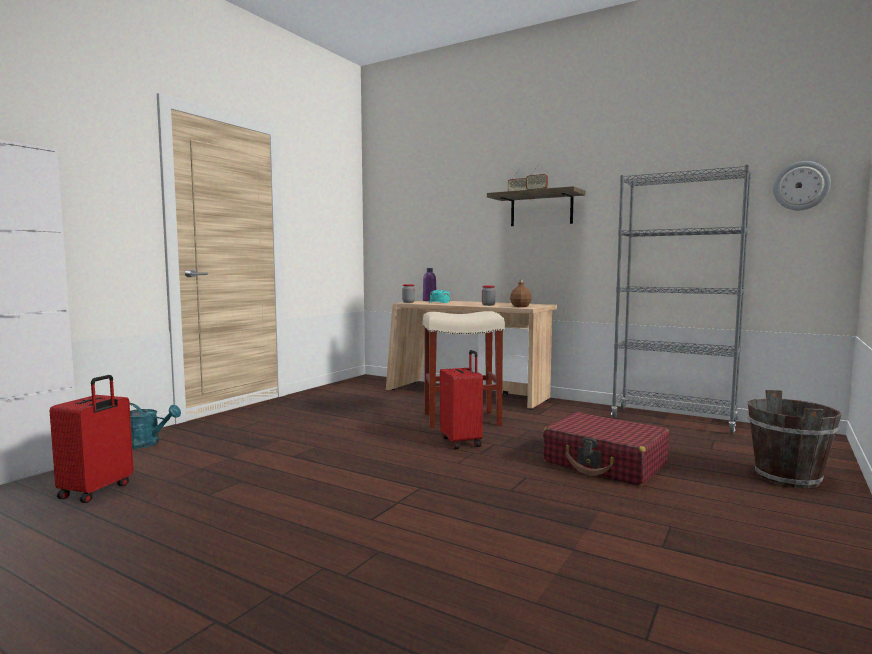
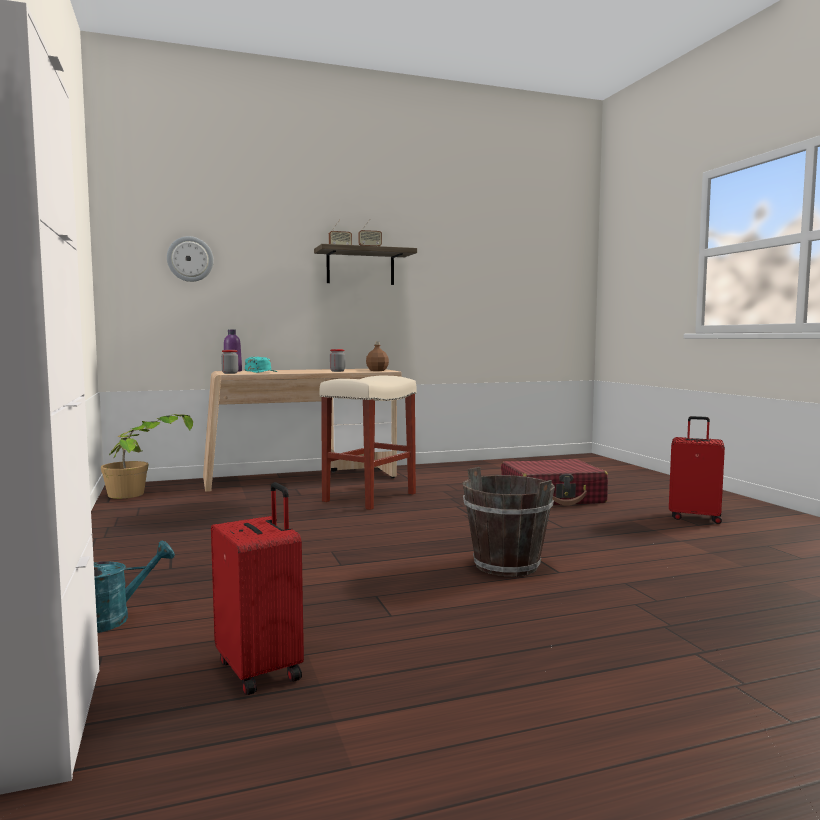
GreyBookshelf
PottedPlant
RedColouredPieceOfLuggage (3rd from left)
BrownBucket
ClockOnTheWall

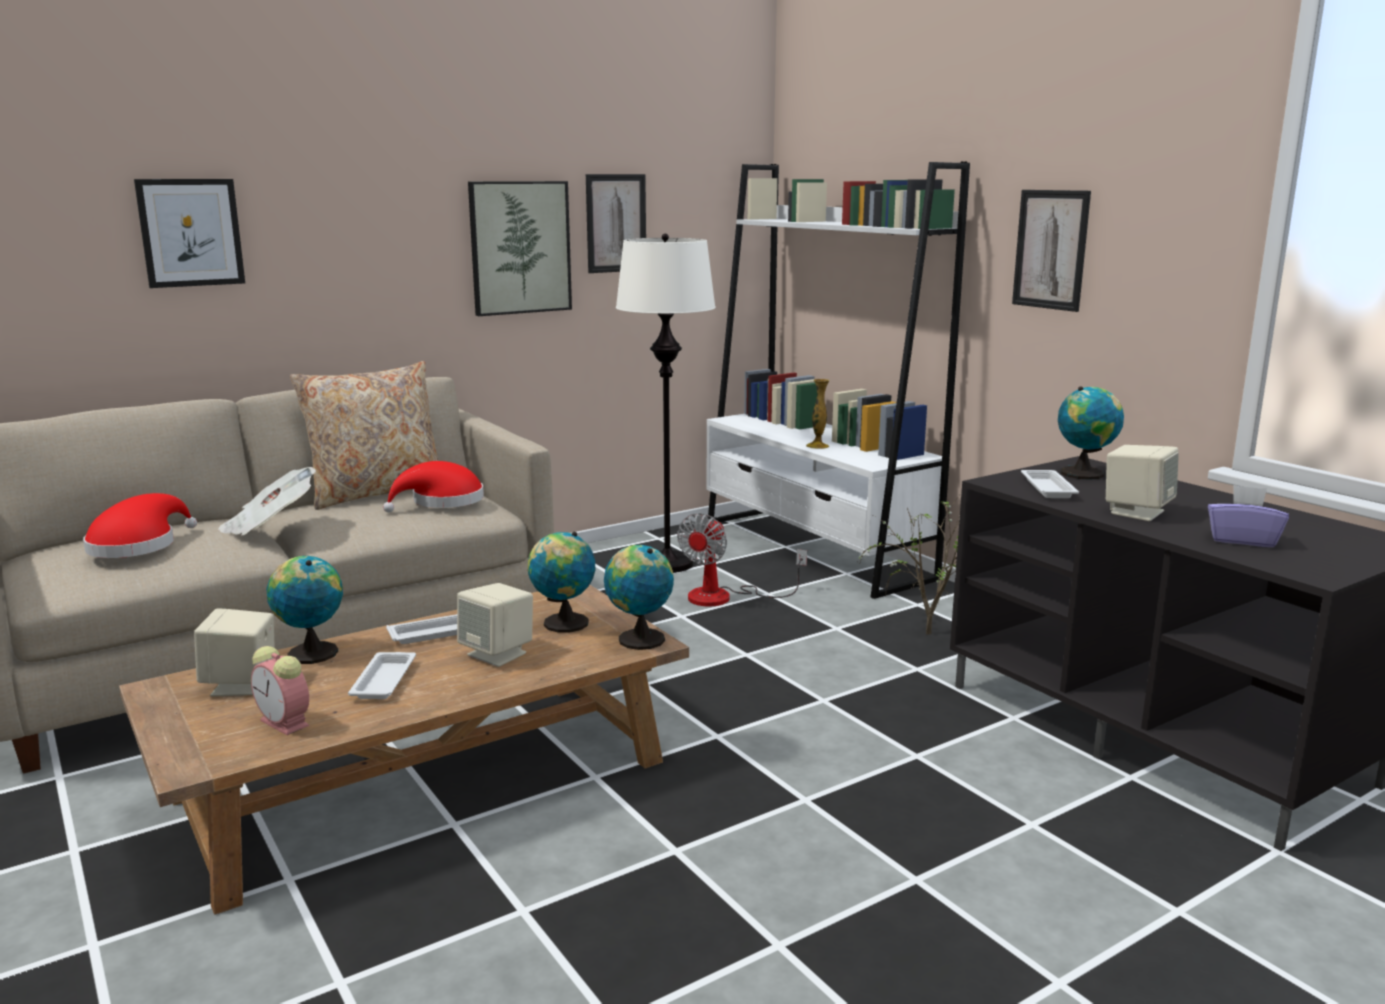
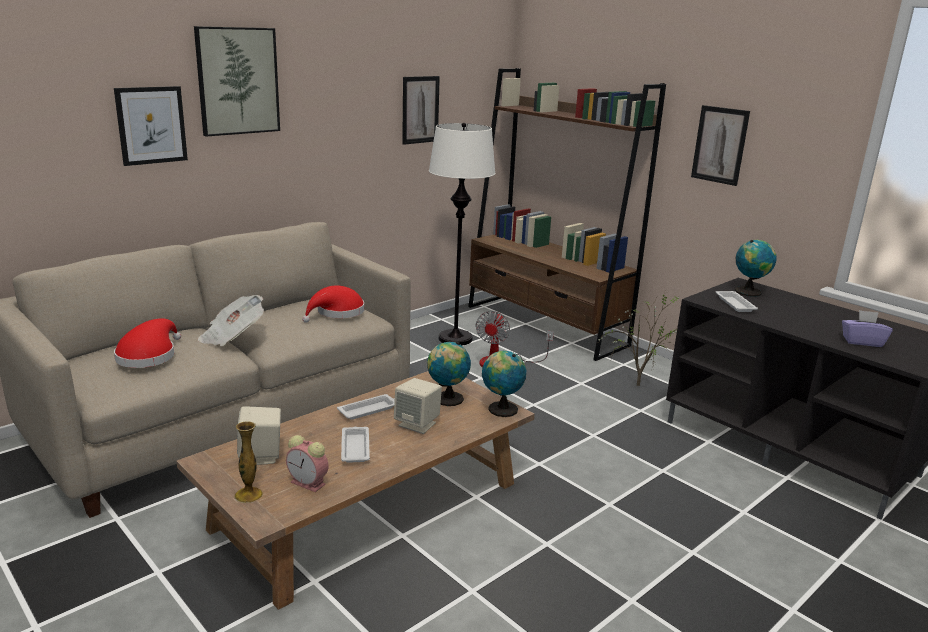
Globe (1st from left in the first image)
BeigePillow
BeigeAudioSpeaker (3rd from left in the first image)
Picture (2nd from left)
FlowerVase
BrownBookshelf

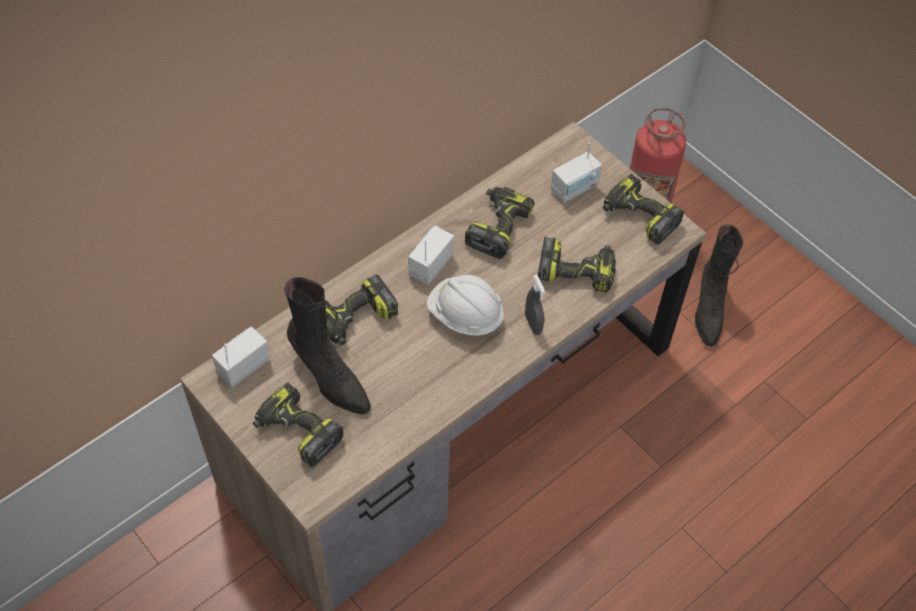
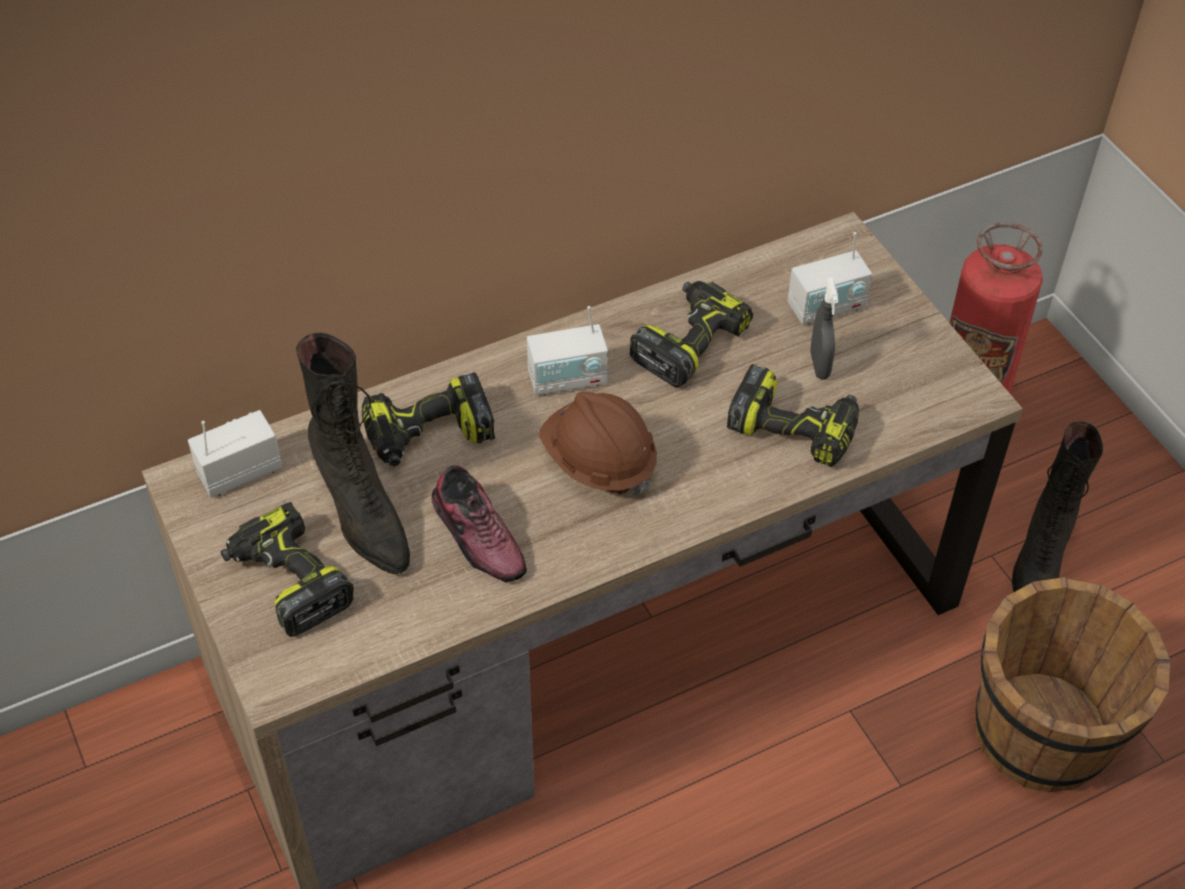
PowerDrill (5th from left in the first image)
Shoe
BrownBucket
GreySprayer
BrownSafetyHelmet
RadioReceiver (2nd from left)

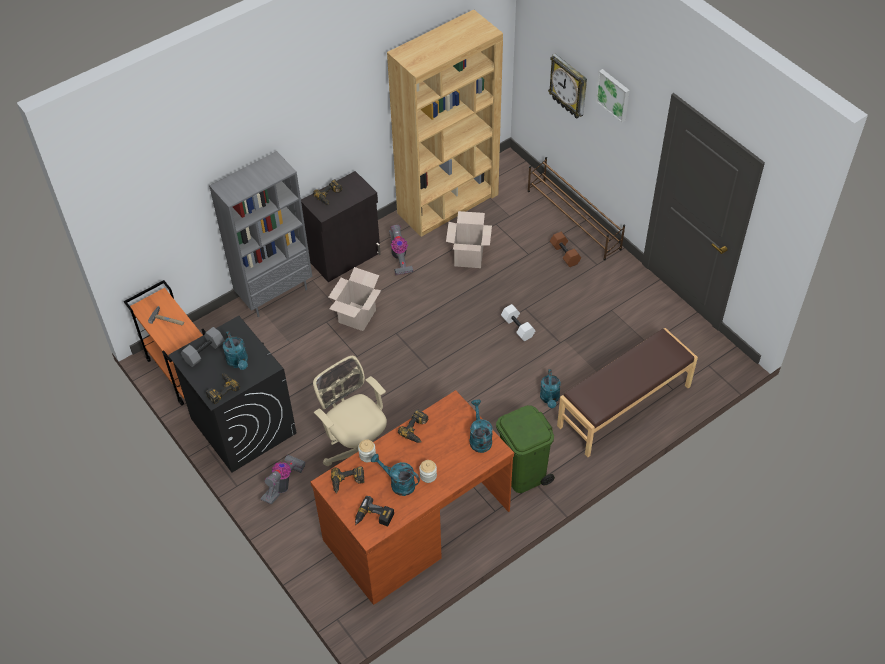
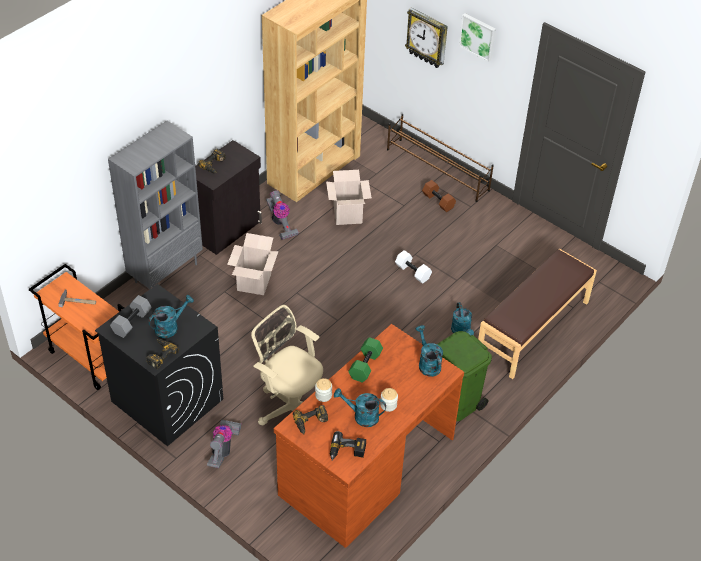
GreenishDumbbell
TurquoiseWateringPot (1st from left)

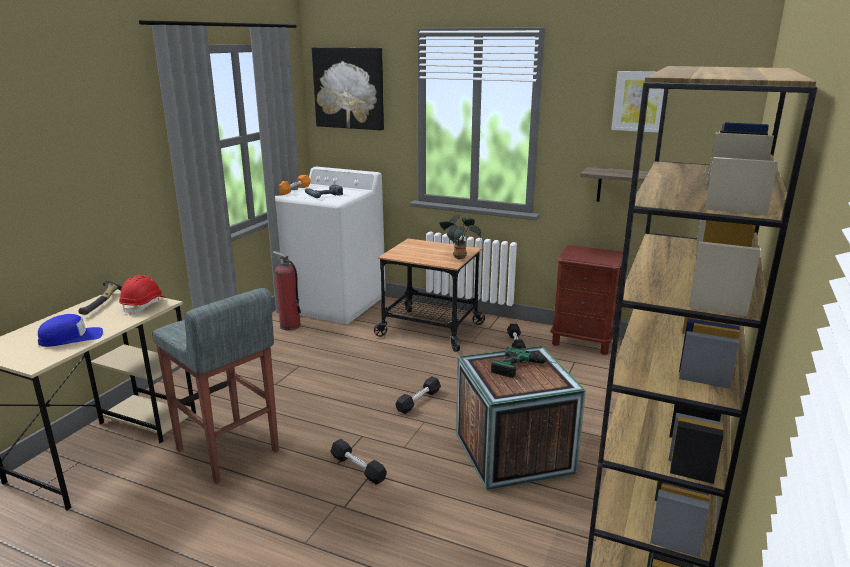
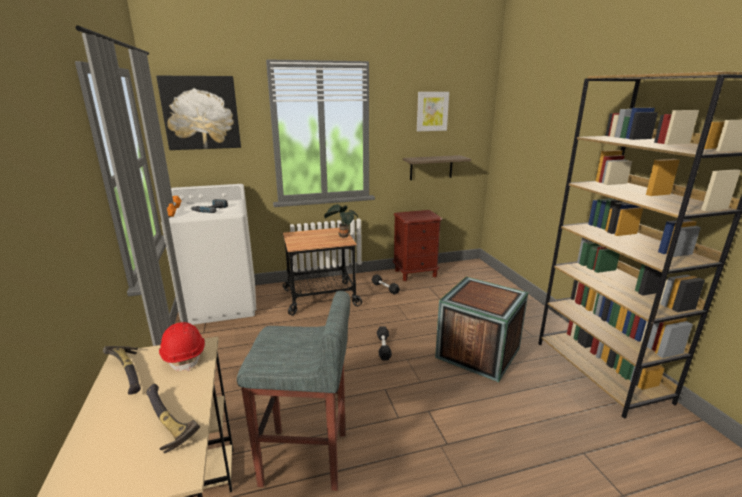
FireFightingCylinder
BlackDumbbell (1st from left in the first image)
PowerDrill (2nd from left in the first image)
HandHammer (2nd from left)

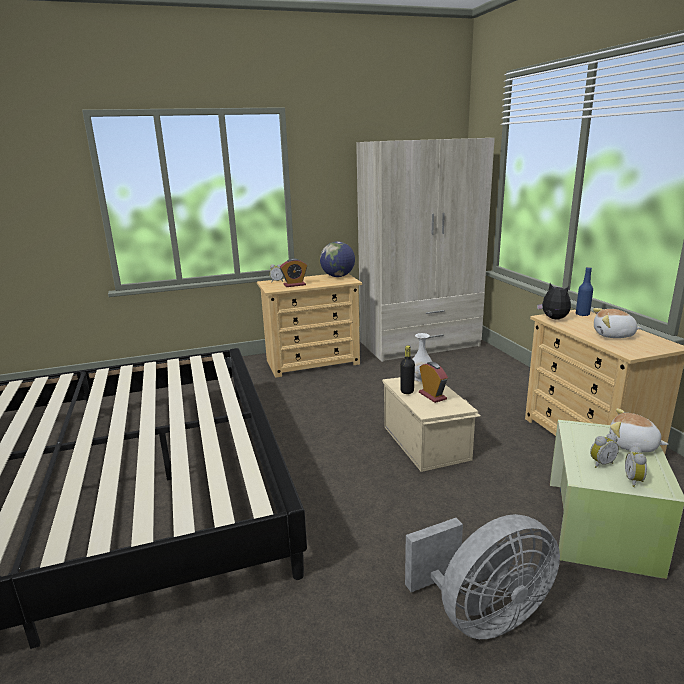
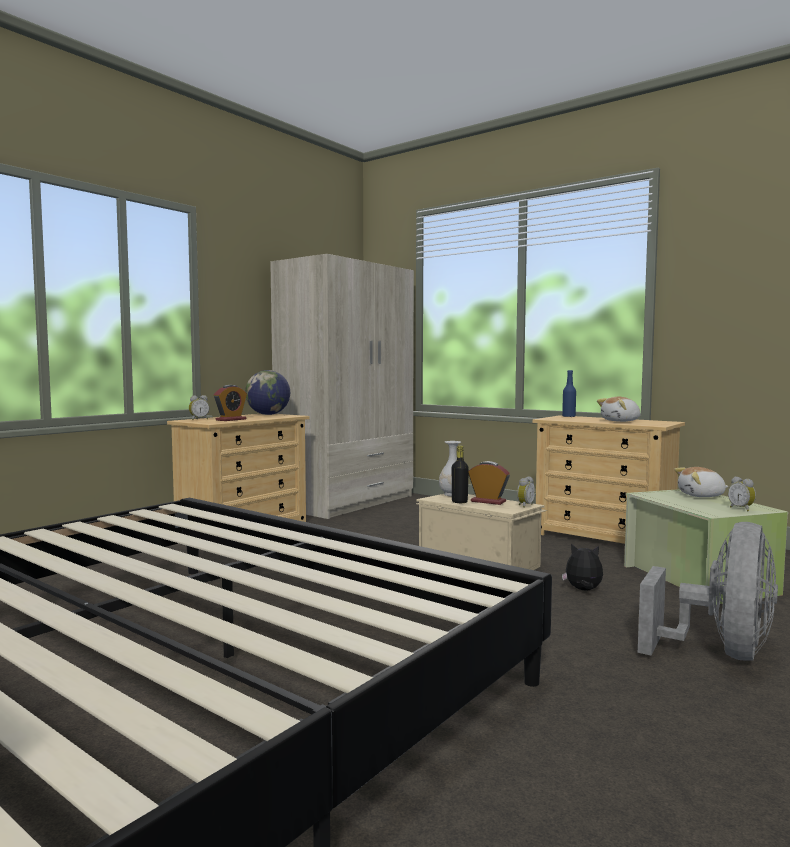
PlushToy (1st from left)
TableClock (4th from left)

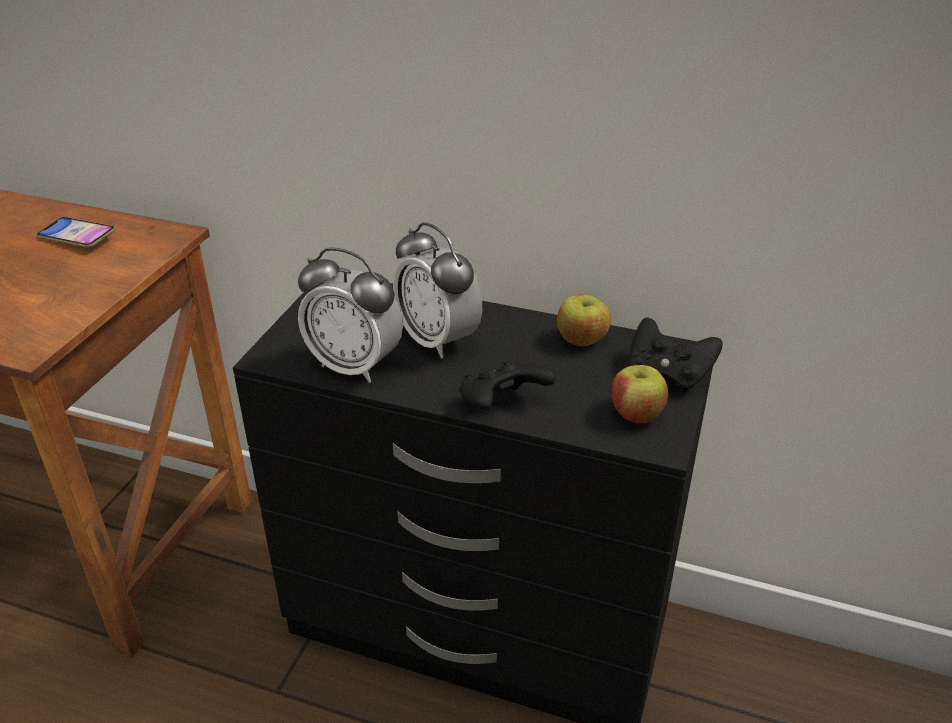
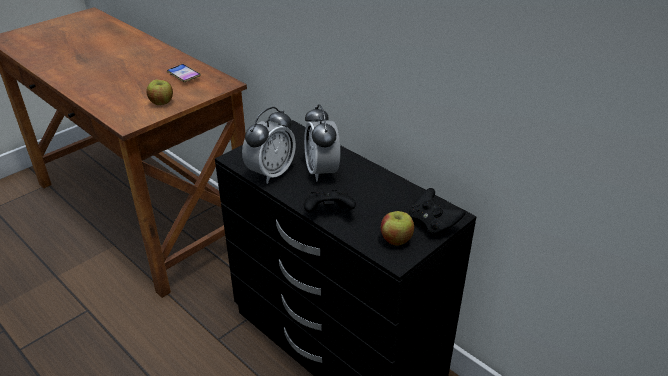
WholeApple (1st from left)
TableClock (1st from left)

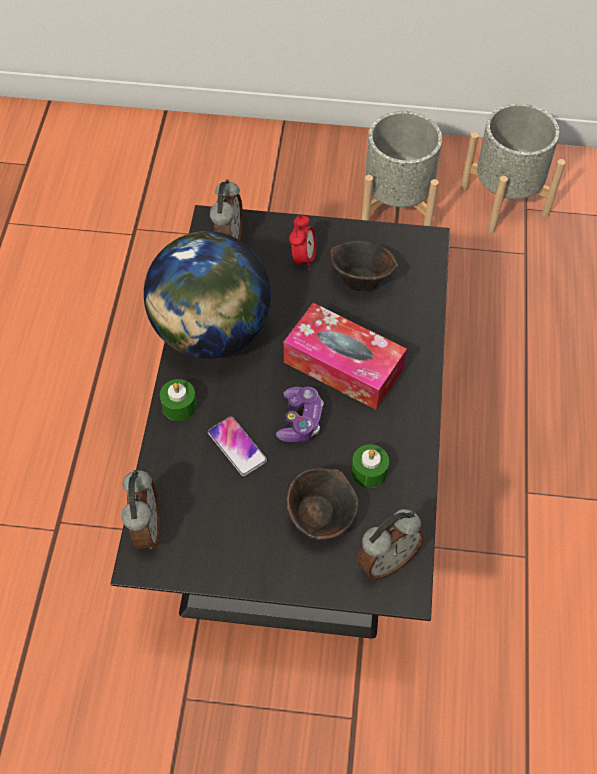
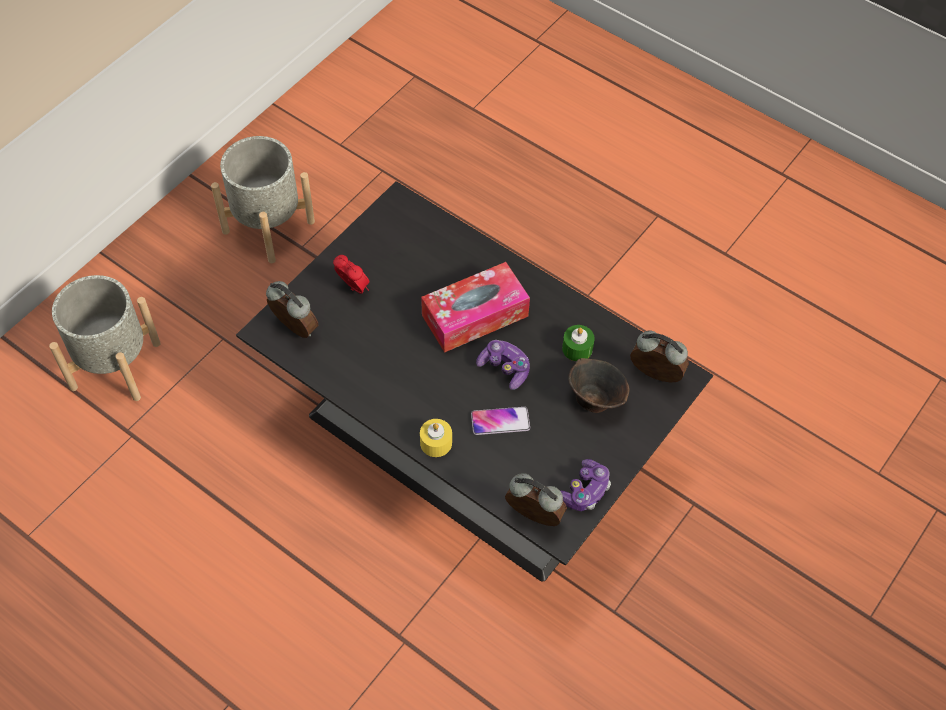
Globe
BrownServingBowl (2nd from left in the first image)
Joypad (2nd from left)
GreyPlantPot (1st from left)
YellowColouredWaxCandle
TableClock (4th from left)

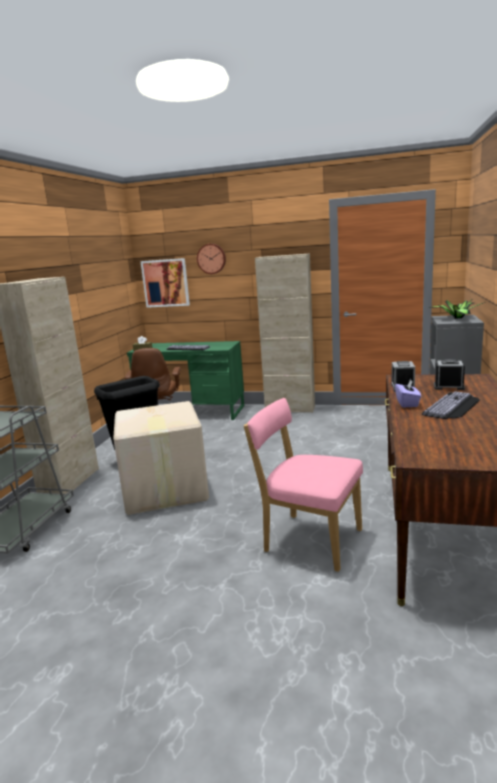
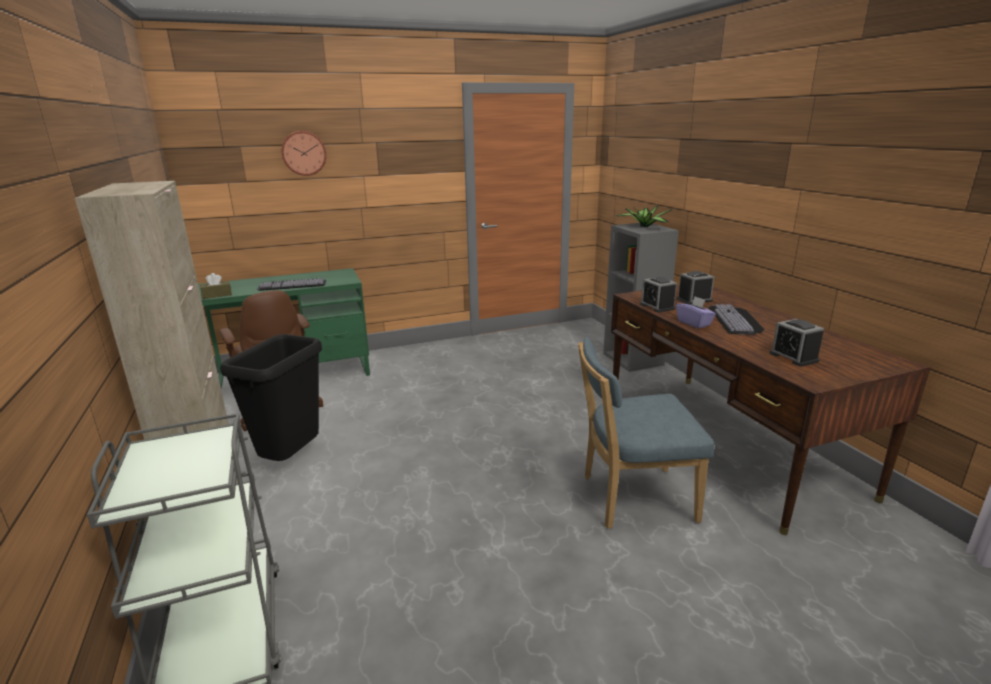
CardboardBox
Picture
BeigeCabinet (2nd from left in the first image)
TableClock (3rd from left)
BlueColouredChair

